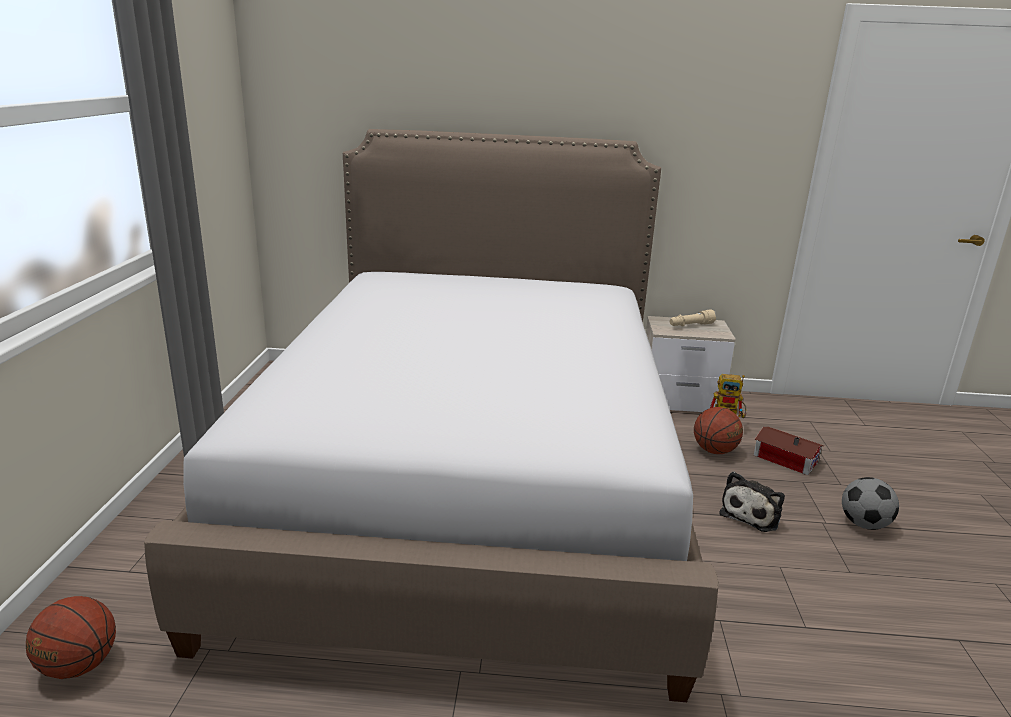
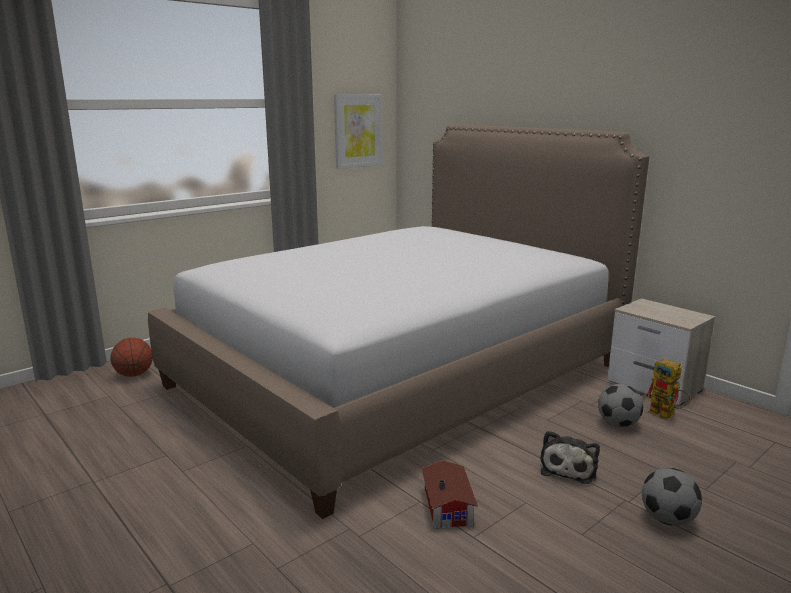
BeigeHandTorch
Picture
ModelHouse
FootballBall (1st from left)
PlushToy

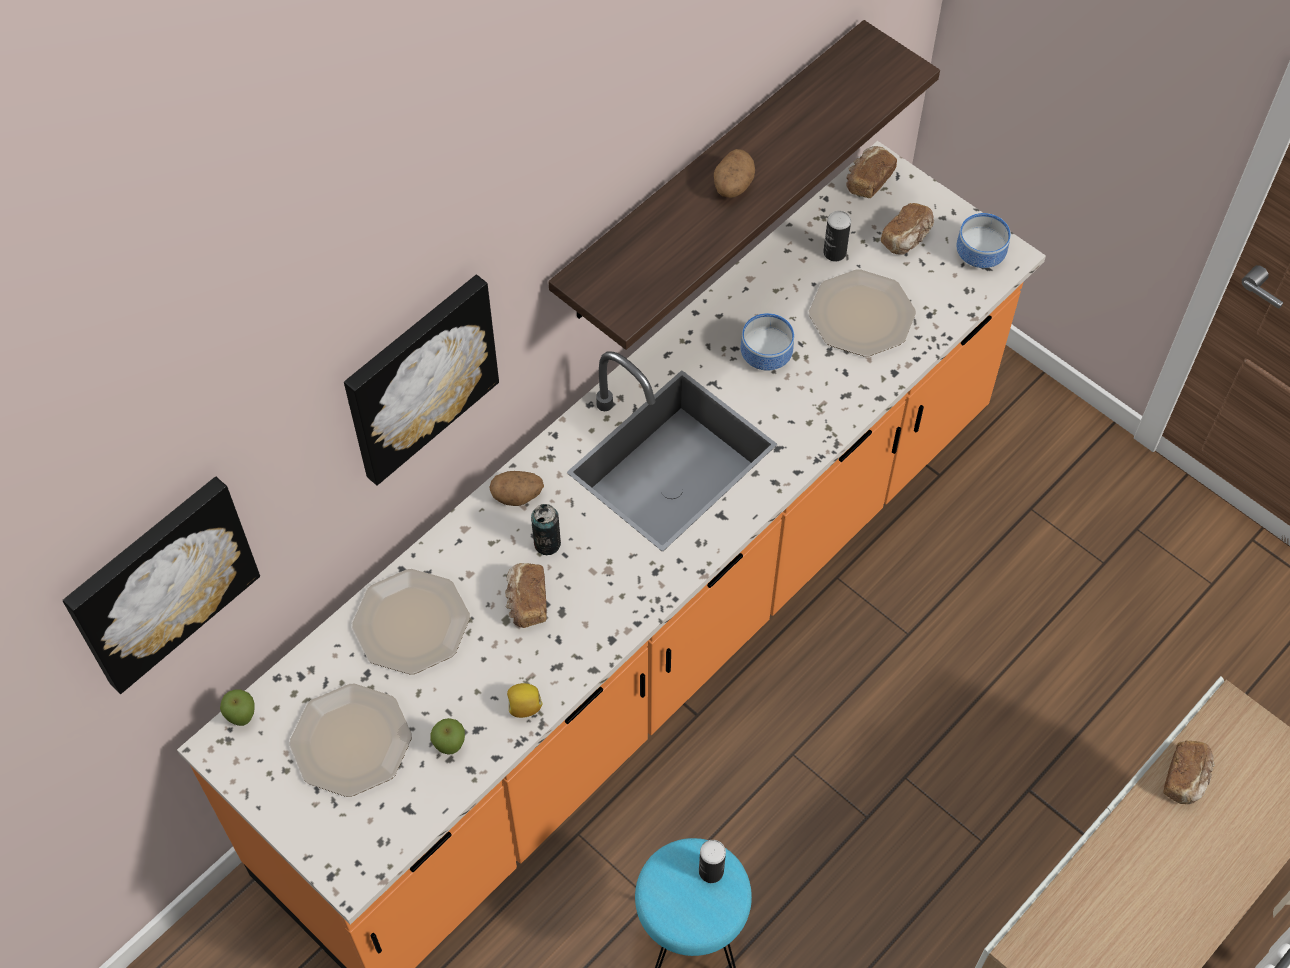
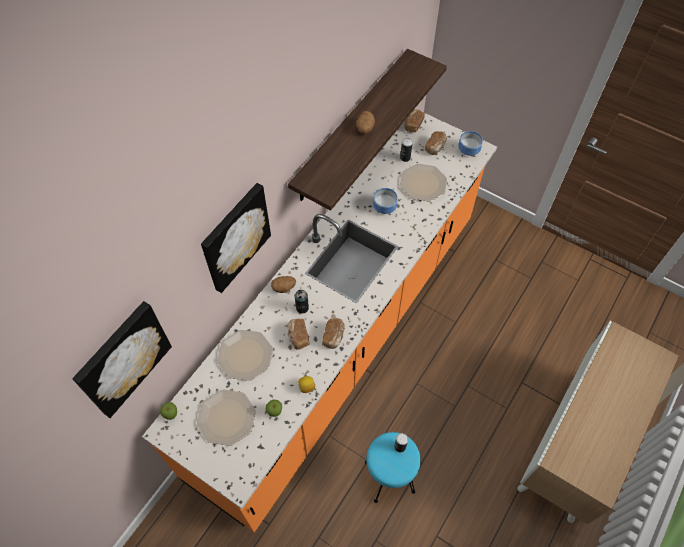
BakedBread (2nd from left)

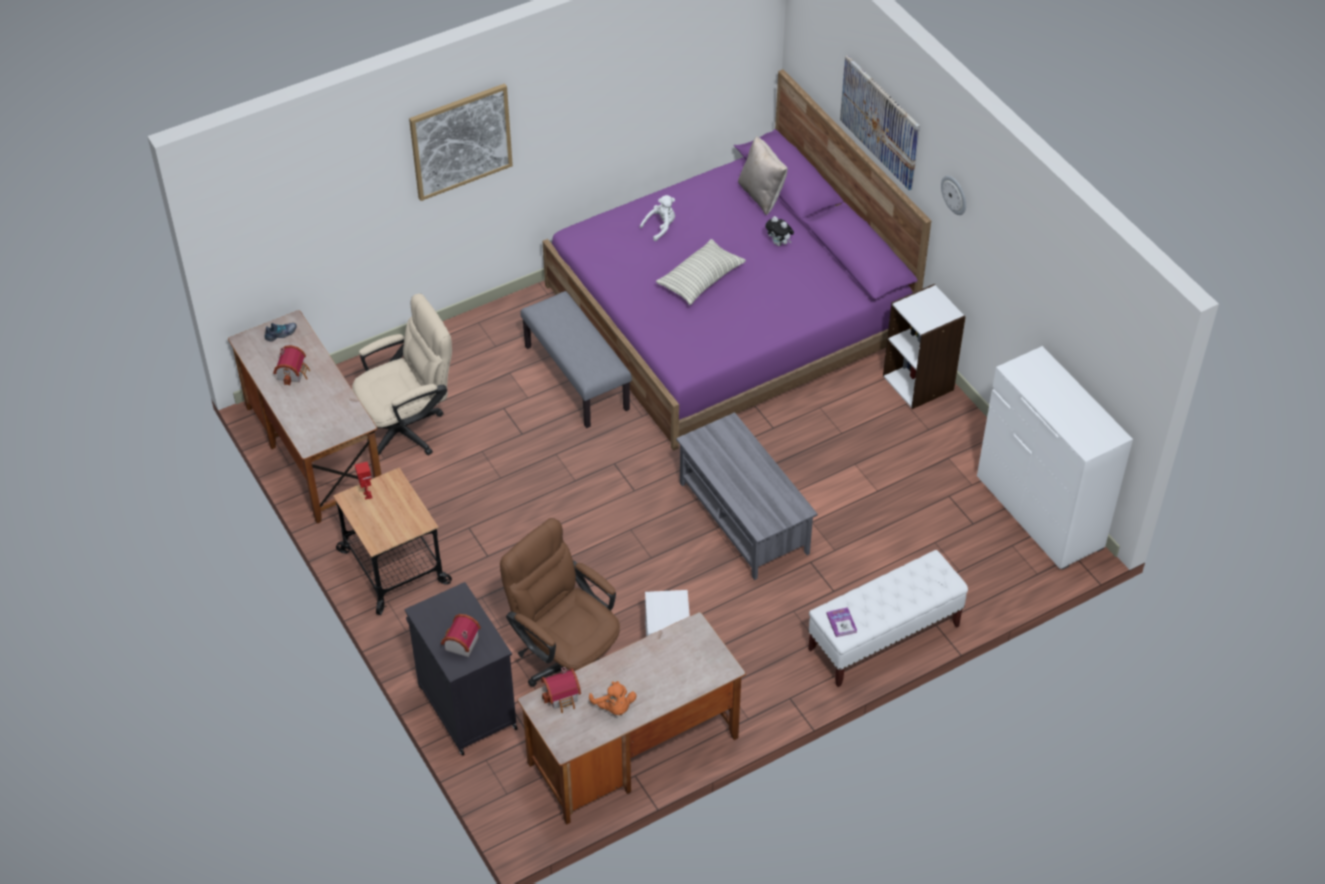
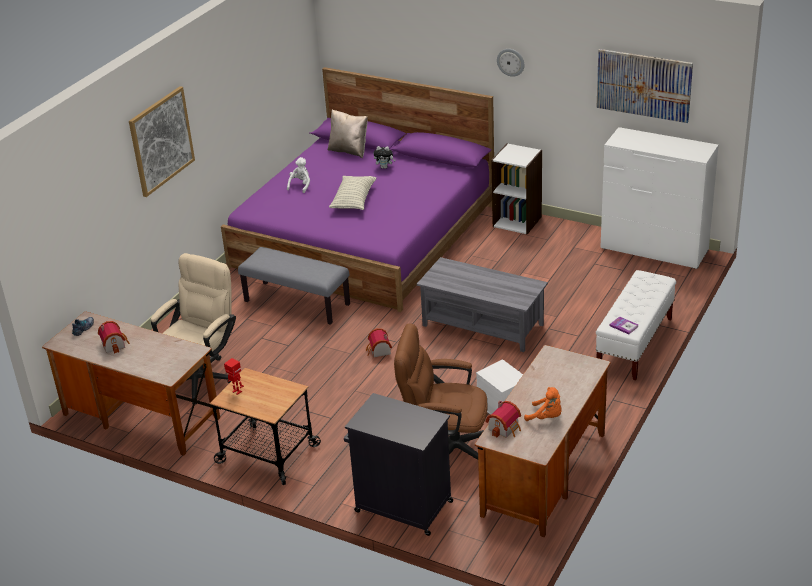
ModelHouse (2nd from left)
Picture (2nd from left)

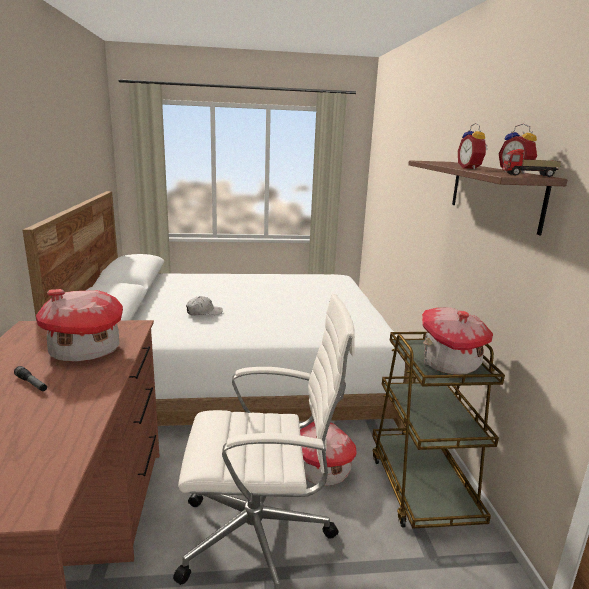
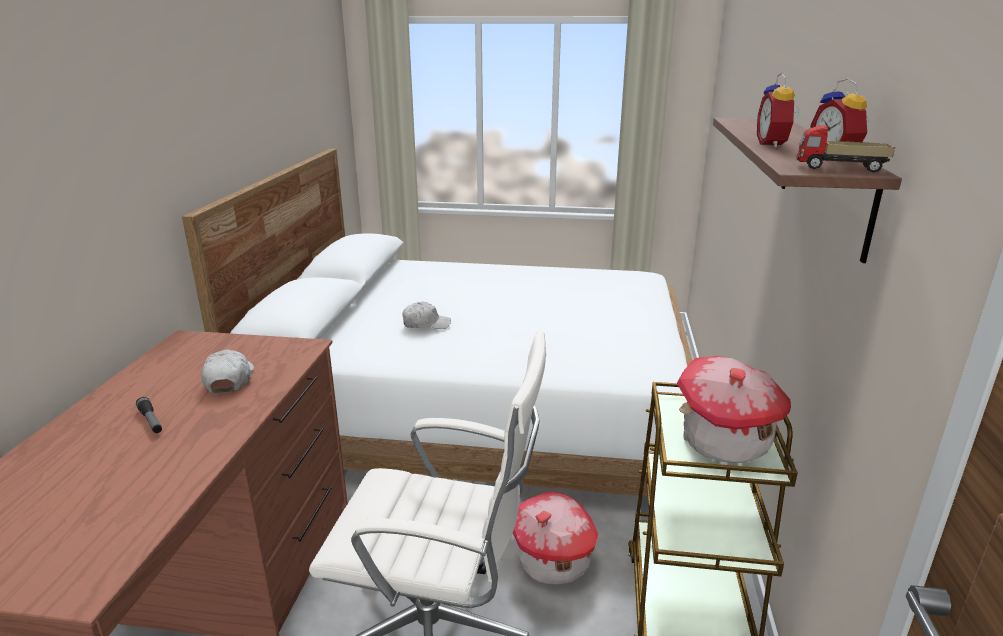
WhitePeakedCap (1st from left)

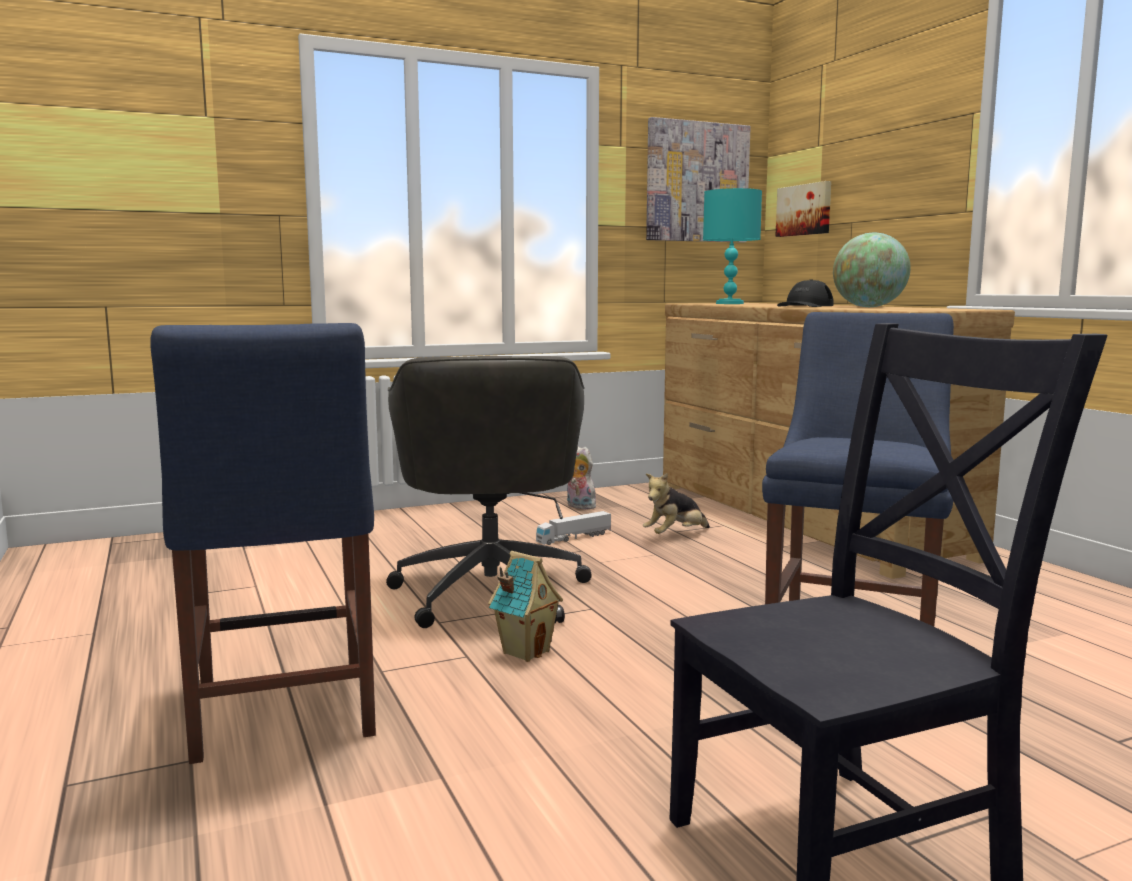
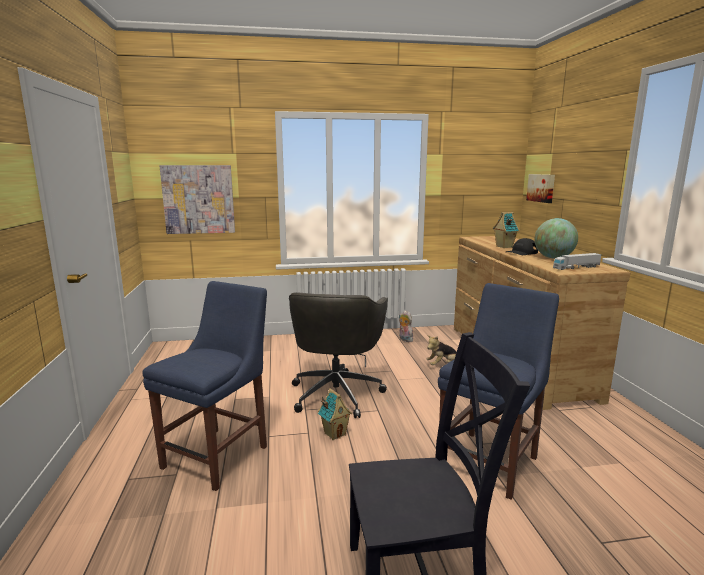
TurquoiseTableLamp
ModelHouse (2nd from left)
ToyTruck
Picture (1st from left)
BlueColouredChair (1st from left)

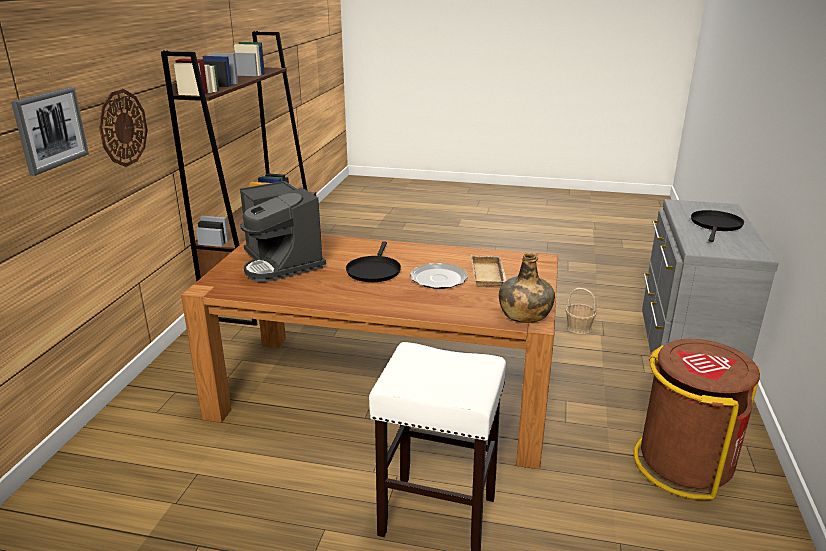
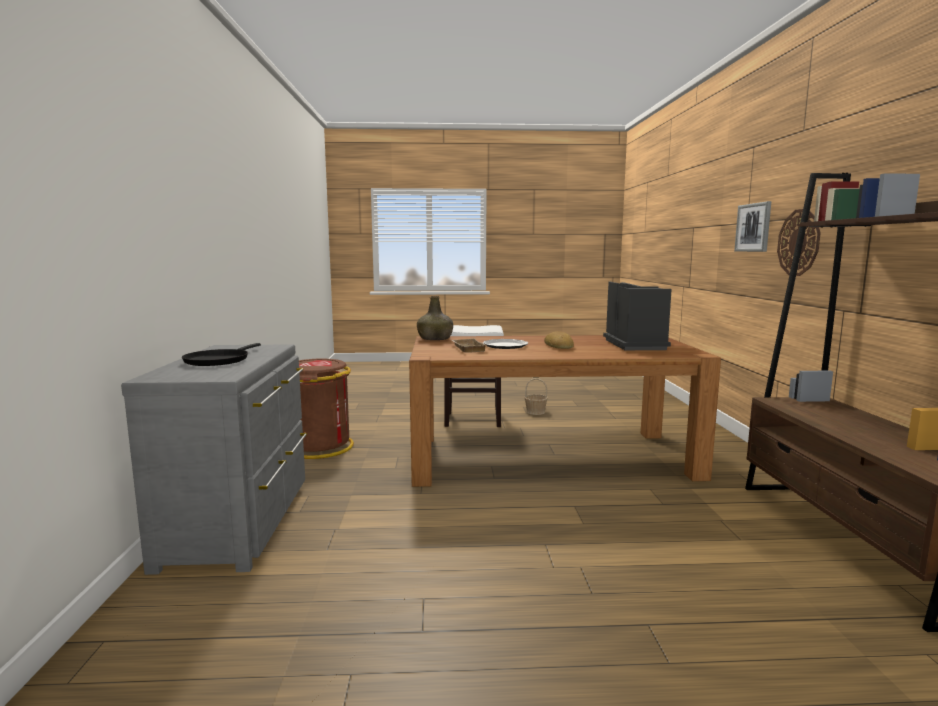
StorageBasket
BakedBread
CoffeeBrewer

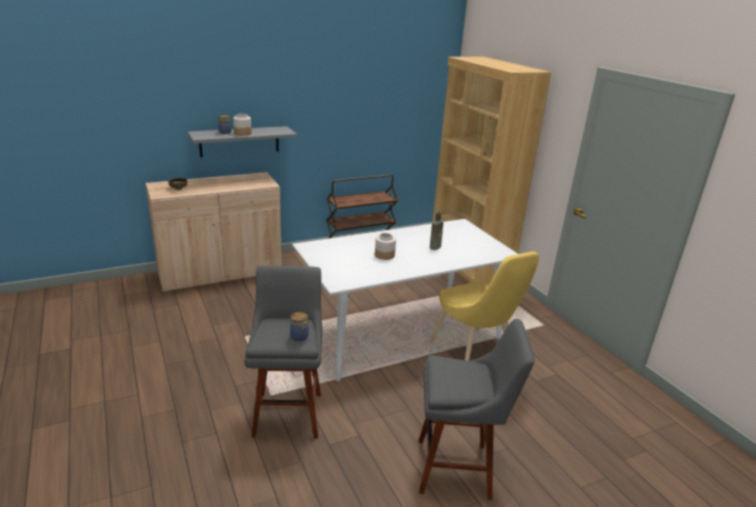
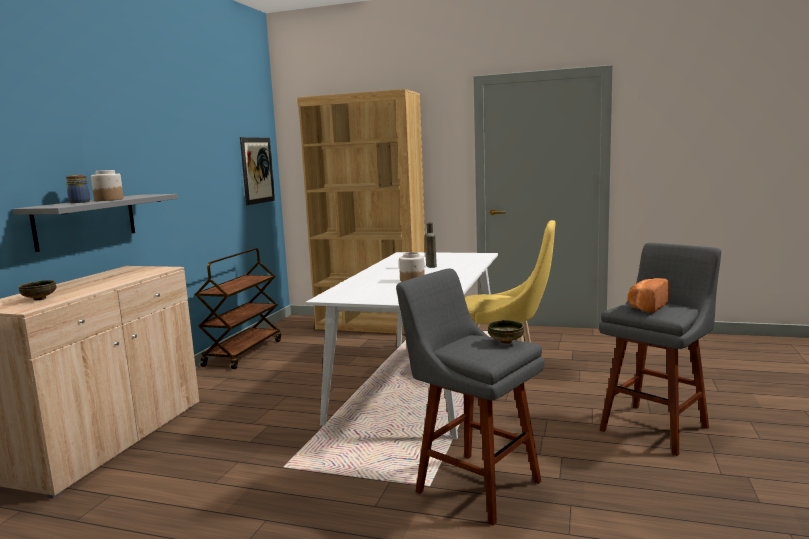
Picture
BakedBread
ServingBowl (2nd from left)

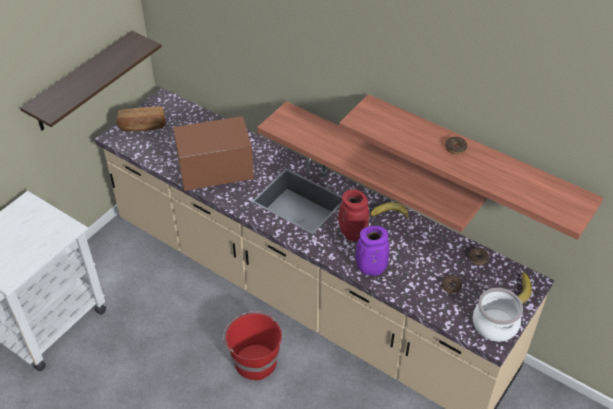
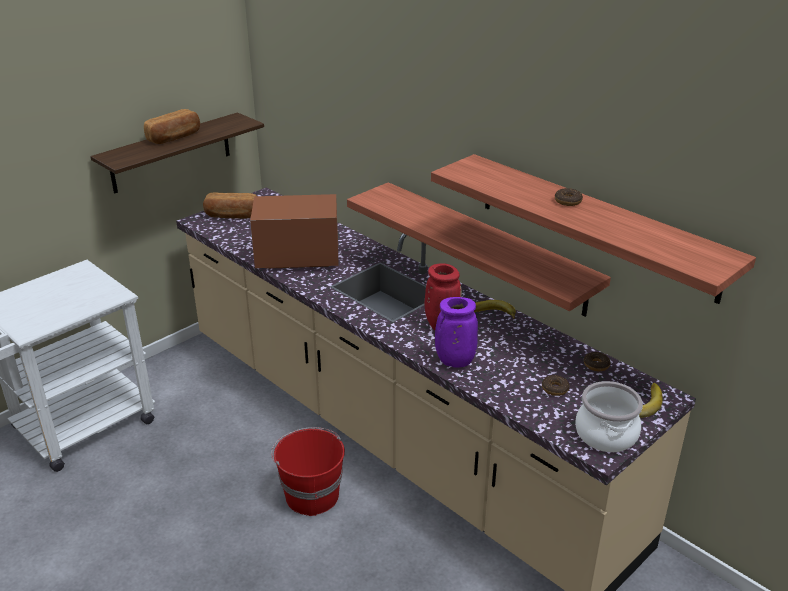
BakedBread (1st from left)

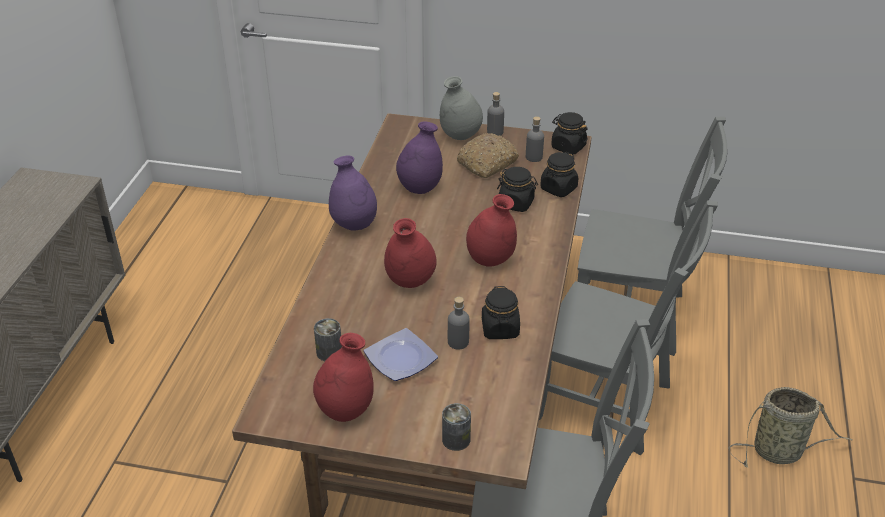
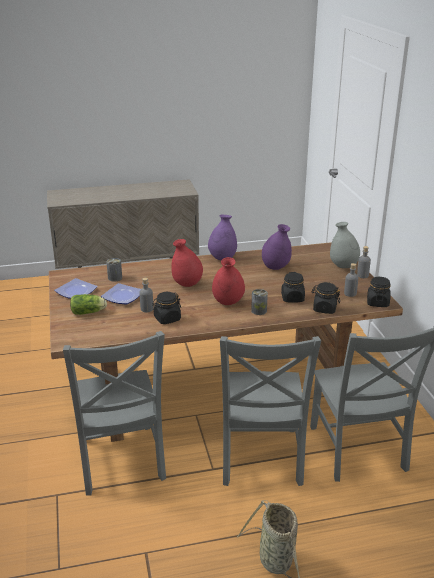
BakedBread
HeadOfLettuce
SealedCan (2nd from left)
FlatDish (1st from left)

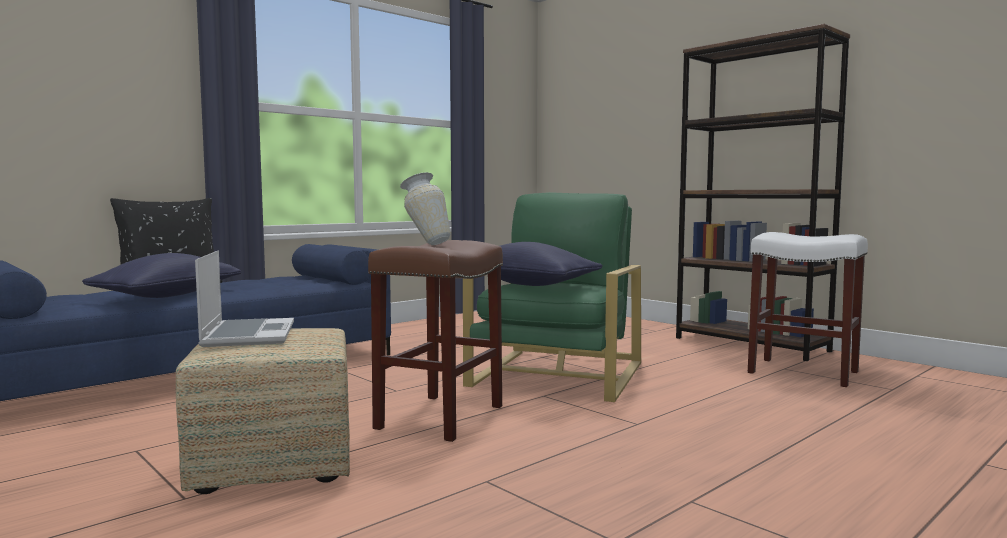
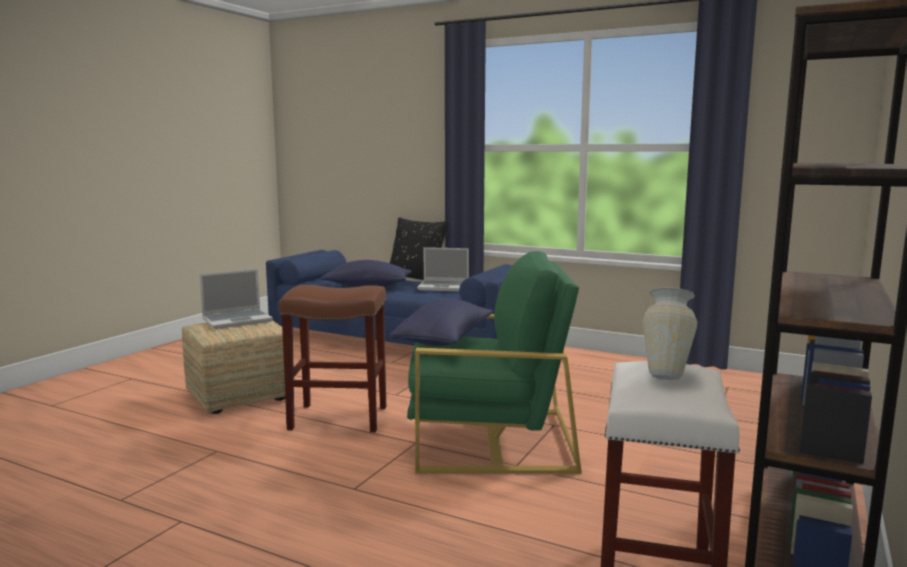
PortableComputer (2nd from left)
FlowerVase

